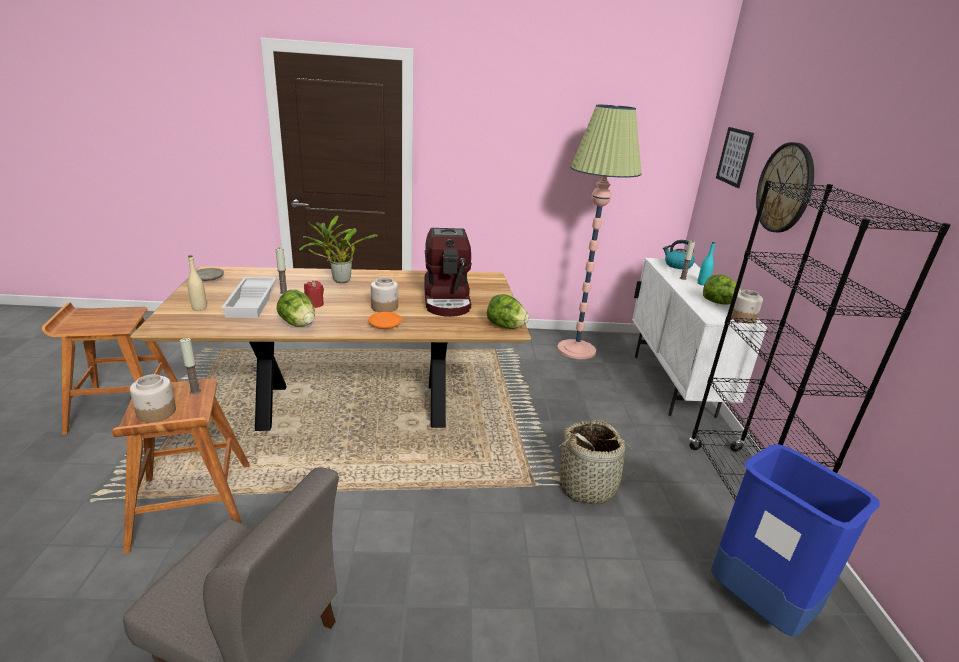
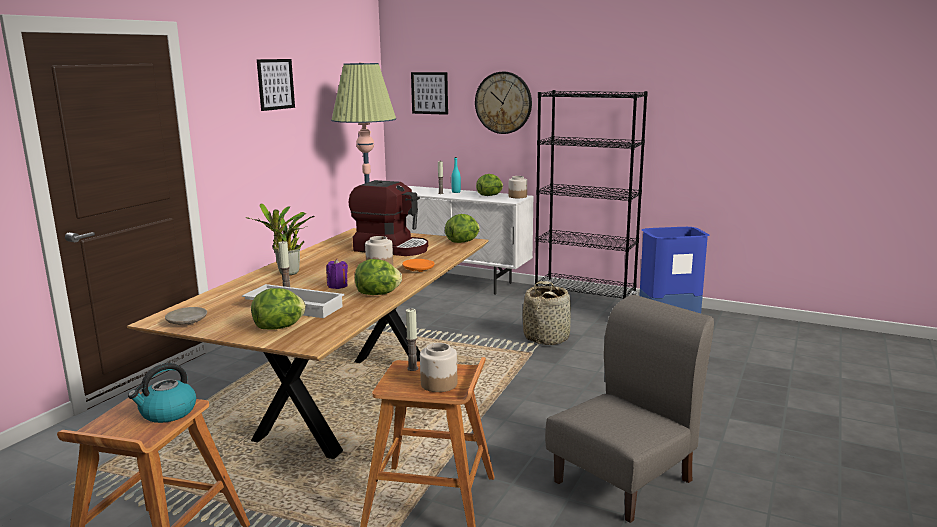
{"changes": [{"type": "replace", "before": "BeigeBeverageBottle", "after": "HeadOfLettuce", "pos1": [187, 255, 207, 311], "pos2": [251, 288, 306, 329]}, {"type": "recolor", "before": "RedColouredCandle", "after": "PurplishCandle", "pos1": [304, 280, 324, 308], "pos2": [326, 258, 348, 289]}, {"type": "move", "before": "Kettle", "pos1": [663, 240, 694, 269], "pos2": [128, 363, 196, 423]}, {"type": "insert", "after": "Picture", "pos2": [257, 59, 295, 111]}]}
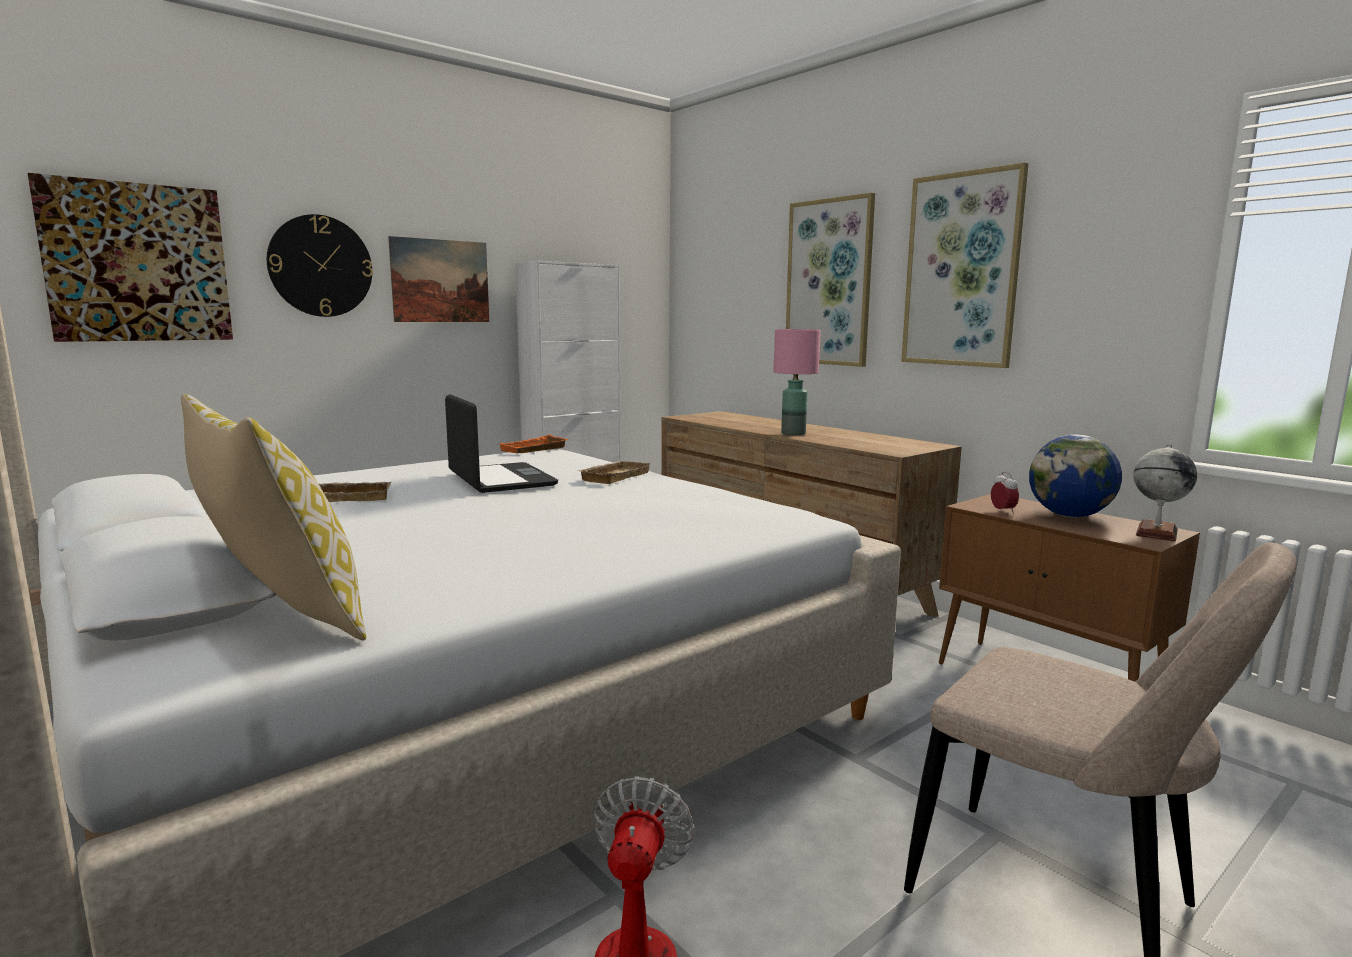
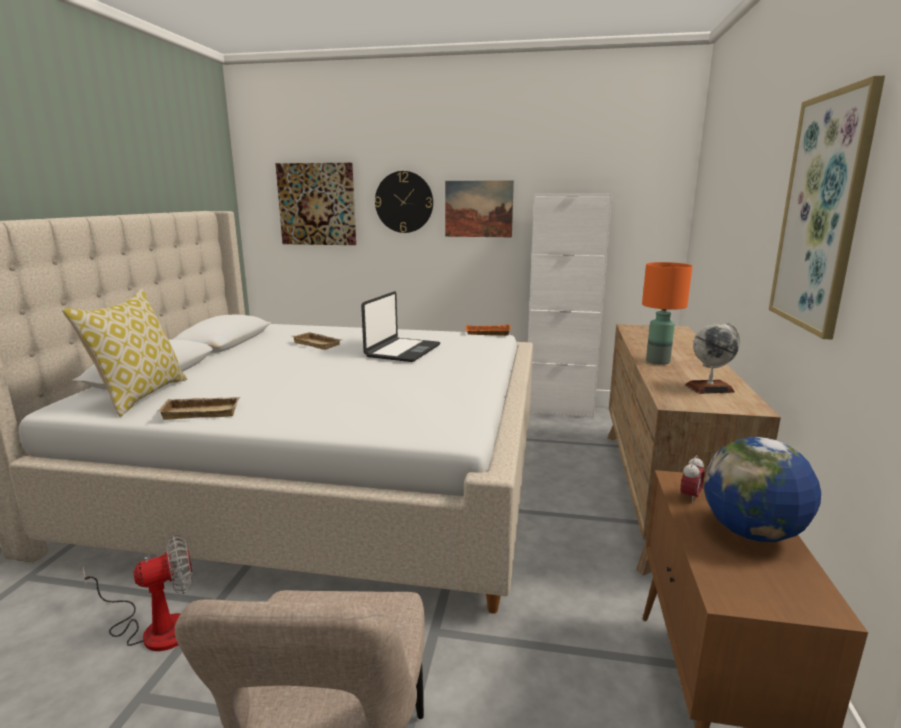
{"changes": [{"type": "move", "before": "BeigeCarryingTray", "pos1": [579, 461, 651, 484], "pos2": [157, 397, 240, 420]}, {"type": "recolor", "before": "PinkColouredTableLamp", "after": "OrangeyTableLamp", "pos1": [773, 329, 821, 435], "pos2": [642, 262, 693, 365]}, {"type": "delete", "before": "Picture", "pos1": [786, 193, 875, 367]}, {"type": "move", "before": "Globe", "pos1": [1134, 444, 1197, 541], "pos2": [685, 322, 740, 394]}]}
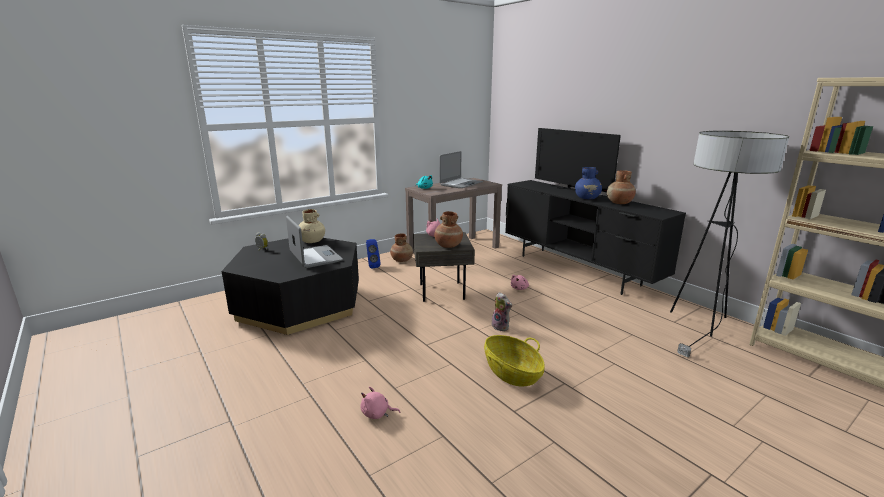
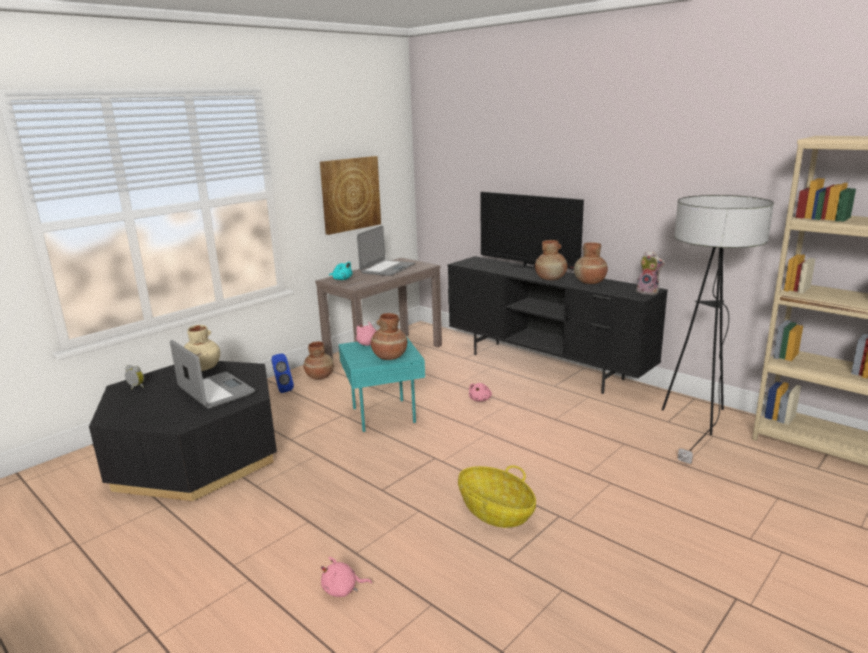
{"changes": [{"type": "recolor", "before": "GrayAccentTable", "after": "TurquoiseAccentTable", "pos1": [413, 232, 475, 302], "pos2": [339, 336, 425, 432]}, {"type": "move", "before": "PlushToy", "pos1": [492, 292, 512, 331], "pos2": [636, 251, 665, 295]}, {"type": "recolor", "before": "BlueFlowerVase", "after": "BrownColouredFlowerVase", "pos1": [575, 167, 602, 199], "pos2": [535, 240, 568, 280]}, {"type": "insert", "after": "Picture", "pos2": [320, 156, 381, 235]}]}
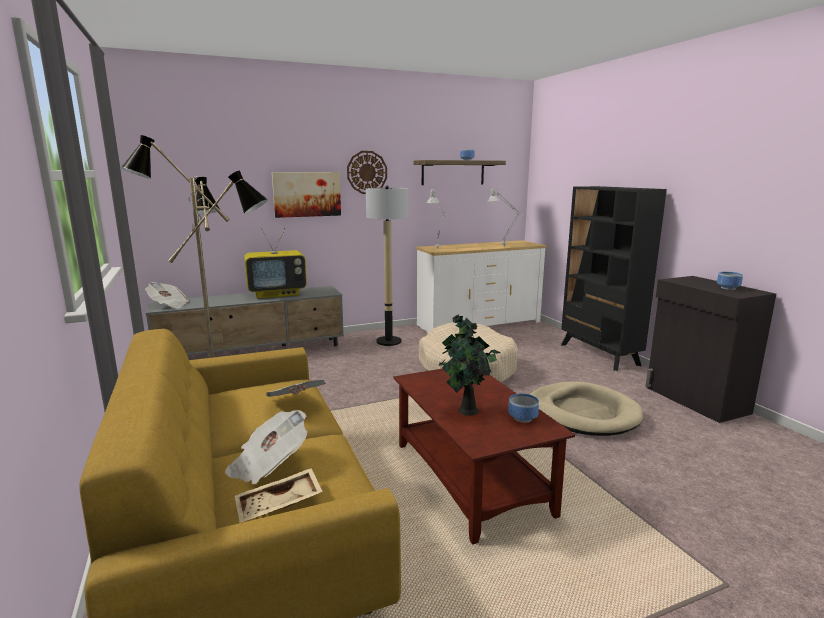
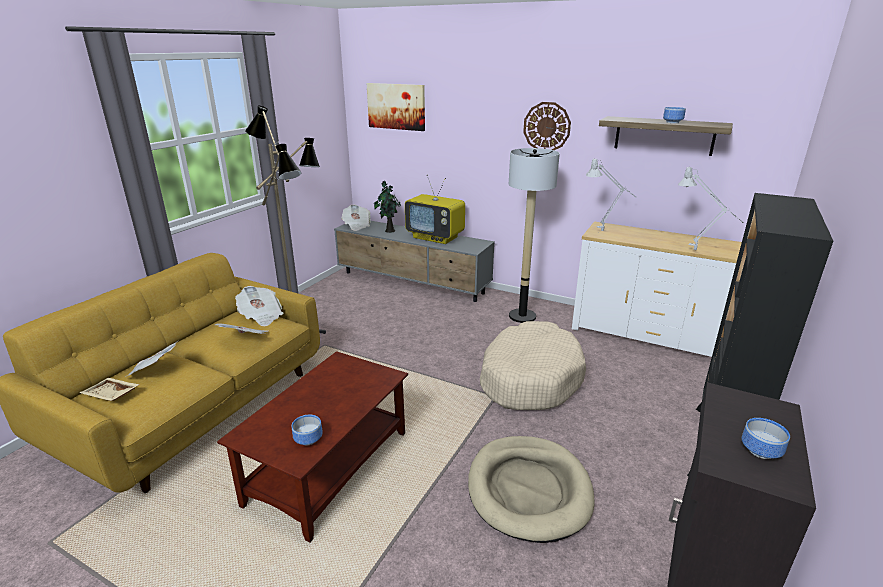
{"changes": [{"type": "move", "before": "Picture", "pos1": [272, 172, 341, 218], "pos2": [367, 83, 425, 131]}, {"type": "move", "before": "PottedPlant", "pos1": [439, 314, 501, 416], "pos2": [374, 181, 401, 233]}, {"type": "insert", "after": "Newspaper", "pos2": [235, 286, 284, 326]}]}
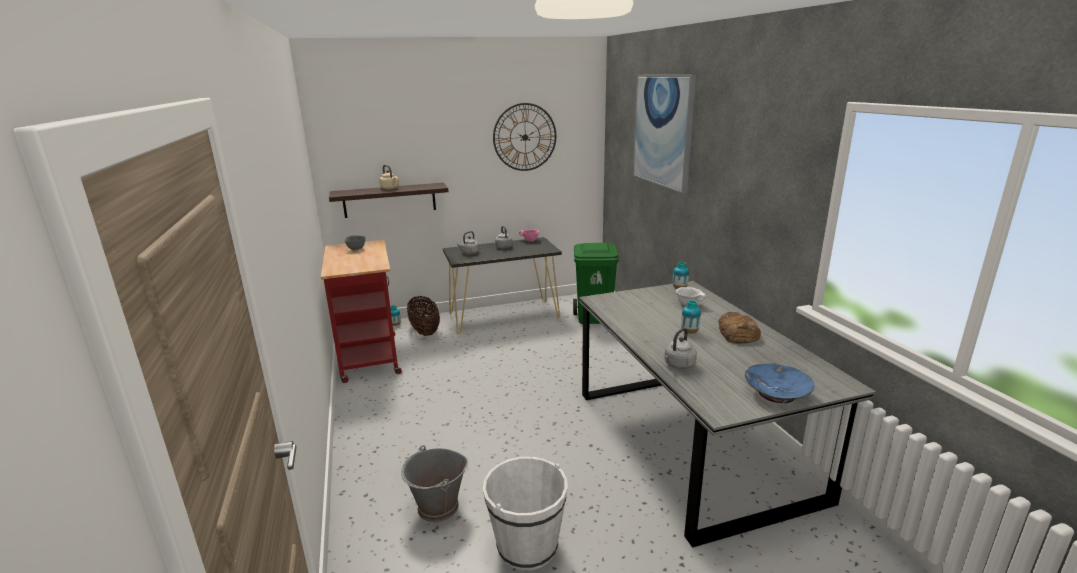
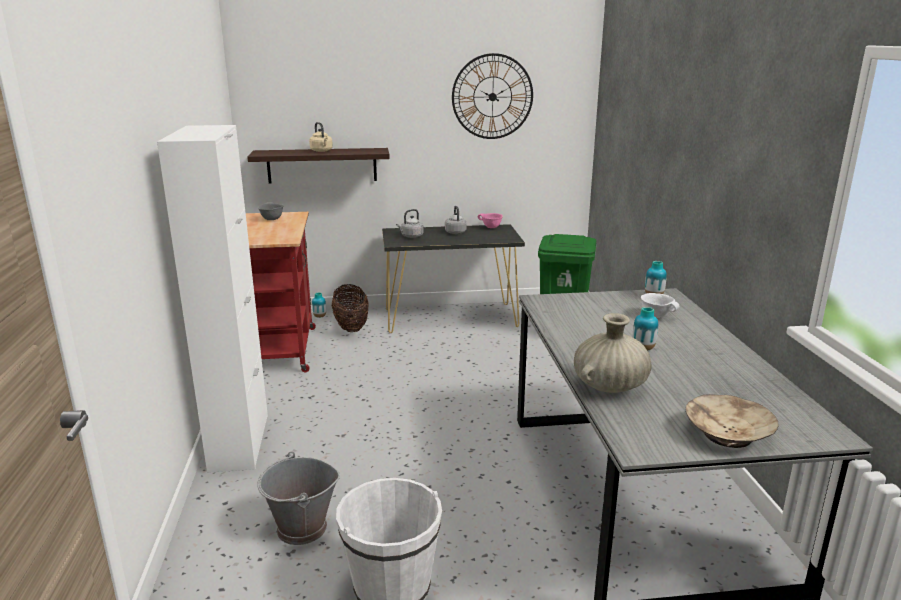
{"changes": [{"type": "delete", "before": "Picture", "pos1": [633, 75, 696, 194]}, {"type": "replace", "before": "GrayKettle", "after": "BeigeFlowerVase", "pos1": [664, 328, 697, 369], "pos2": [574, 313, 652, 393]}, {"type": "delete", "before": "BakeryBread", "pos1": [718, 312, 761, 343]}, {"type": "recolor", "before": "BlueServingBowl", "after": "BeigeServingBowl", "pos1": [745, 363, 815, 403], "pos2": [686, 394, 779, 448]}, {"type": "insert", "after": "WhitishCupboard", "pos2": [157, 125, 268, 473]}]}
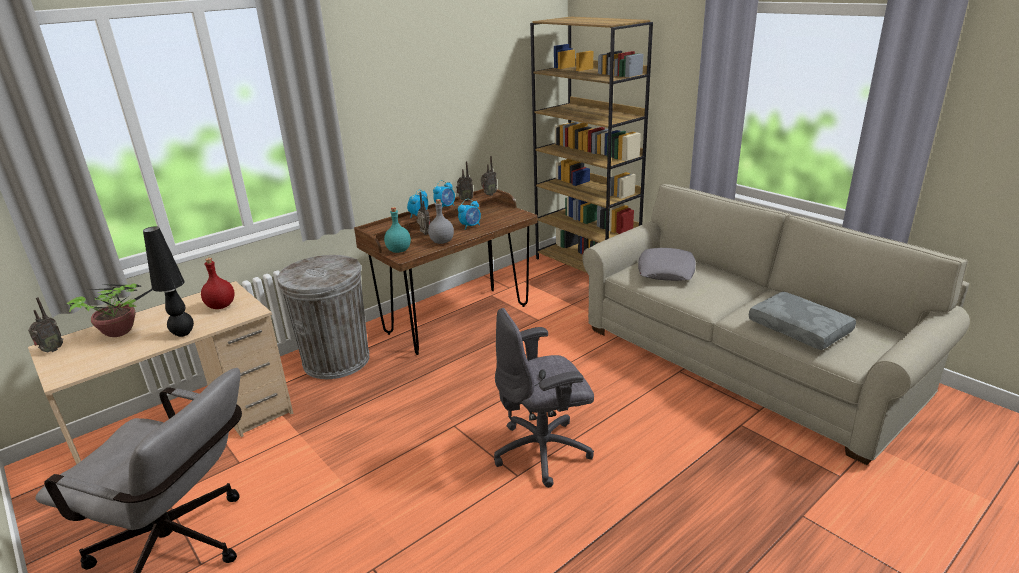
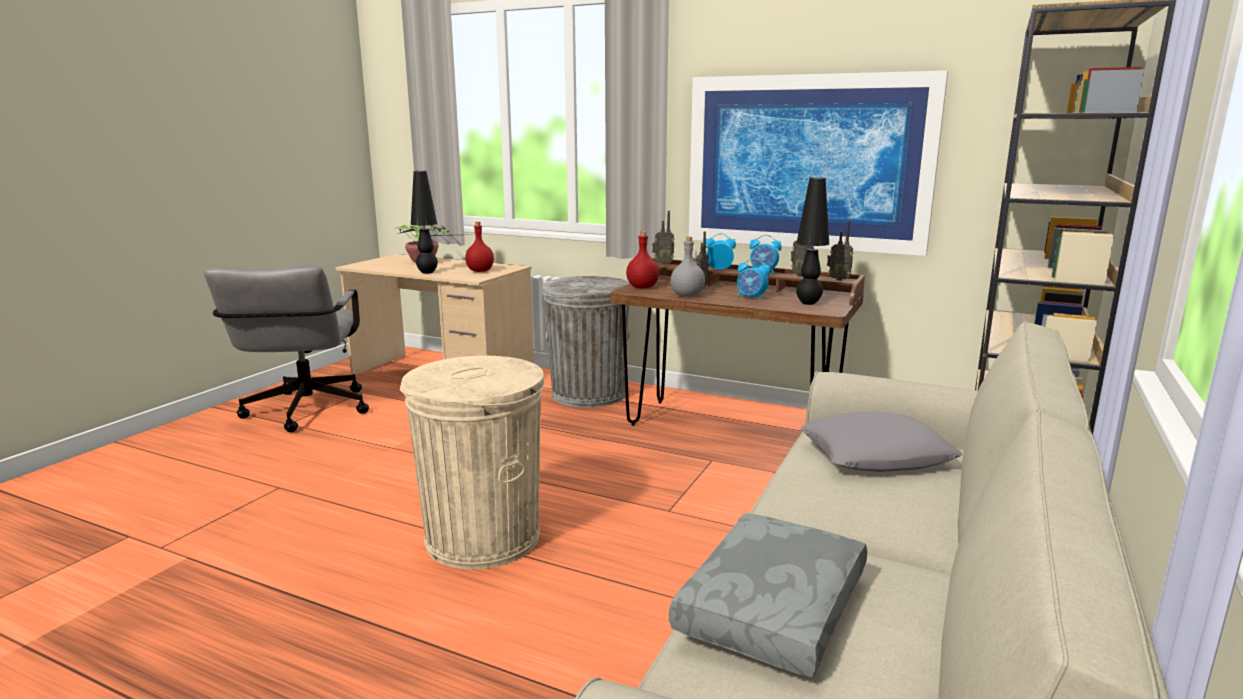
{"changes": [{"type": "move", "before": "RadioReceiver", "pos1": [28, 297, 63, 353], "pos2": [652, 211, 674, 265]}, {"type": "recolor", "before": "TurquoiseBeverageBottle", "after": "RedColouredBeverageBottle", "pos1": [384, 207, 411, 253], "pos2": [626, 231, 659, 288]}, {"type": "replace", "before": "GrayComputerChair", "after": "BeigeRubbishBin", "pos1": [494, 308, 594, 488], "pos2": [400, 356, 545, 569]}, {"type": "insert", "after": "Picture", "pos2": [689, 71, 948, 256]}, {"type": "insert", "after": "BlackColouredTableLamp", "pos2": [796, 177, 829, 305]}]}
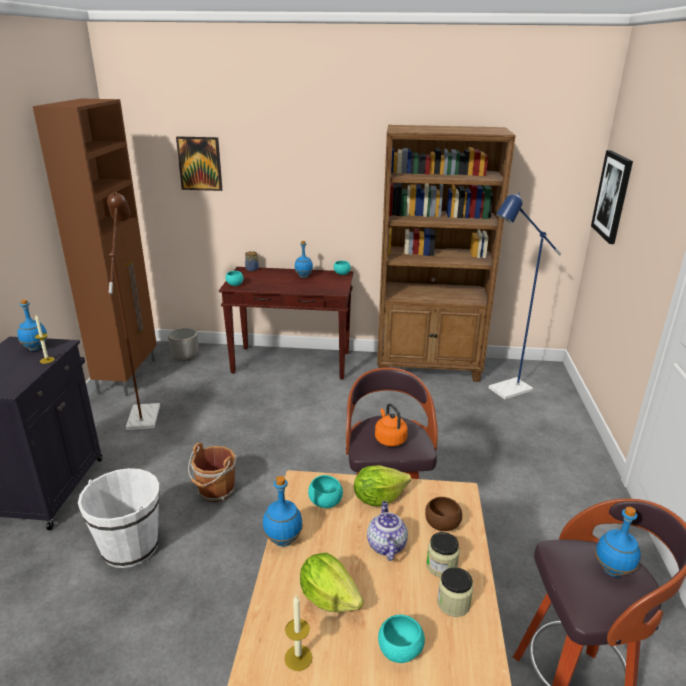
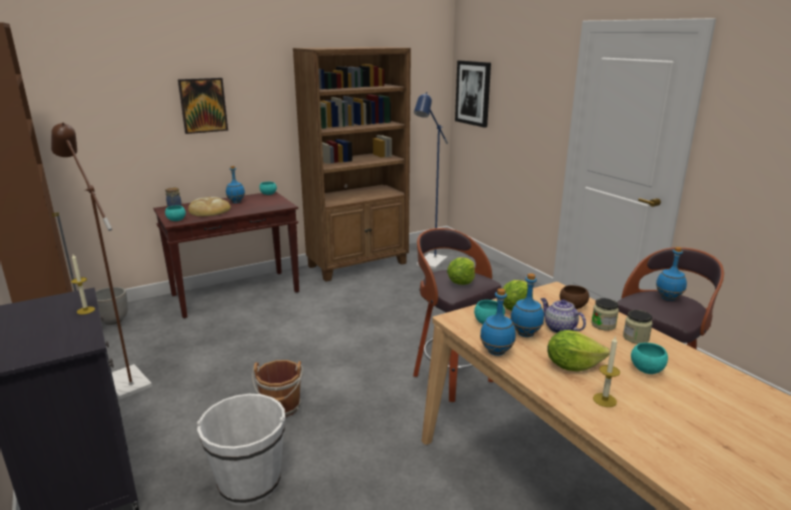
{"changes": [{"type": "move", "before": "BlueBeverageBottle", "pos1": [17, 299, 47, 351], "pos2": [510, 273, 544, 337]}, {"type": "move", "before": "Picture", "pos1": [176, 136, 222, 191], "pos2": [178, 78, 228, 134]}, {"type": "replace", "before": "OrangeyKettle", "after": "HeadOfLettuce", "pos1": [375, 403, 408, 447], "pos2": [447, 257, 475, 285]}, {"type": "insert", "after": "BakeryBread", "pos2": [188, 197, 231, 216]}]}
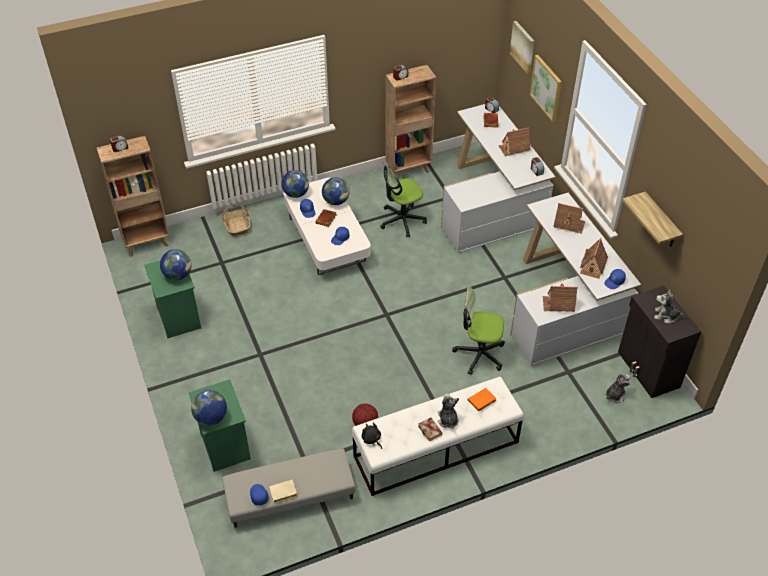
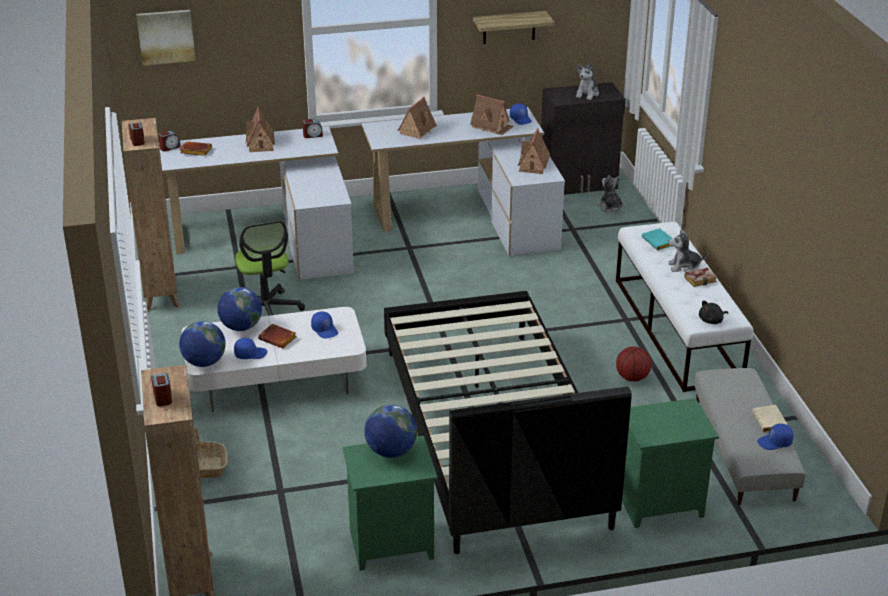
{"changes": [{"type": "delete", "before": "Globe", "pos1": [191, 390, 227, 426]}, {"type": "delete", "before": "ComputerChair", "pos1": [452, 286, 505, 375]}, {"type": "recolor", "before": "OrangeyBook", "after": "TurquoiseBook", "pos1": [468, 388, 497, 412], "pos2": [642, 228, 673, 250]}, {"type": "delete", "before": "Picture", "pos1": [530, 55, 562, 122]}, {"type": "insert", "after": "BlackColouredBed", "pos2": [384, 291, 632, 554]}]}
